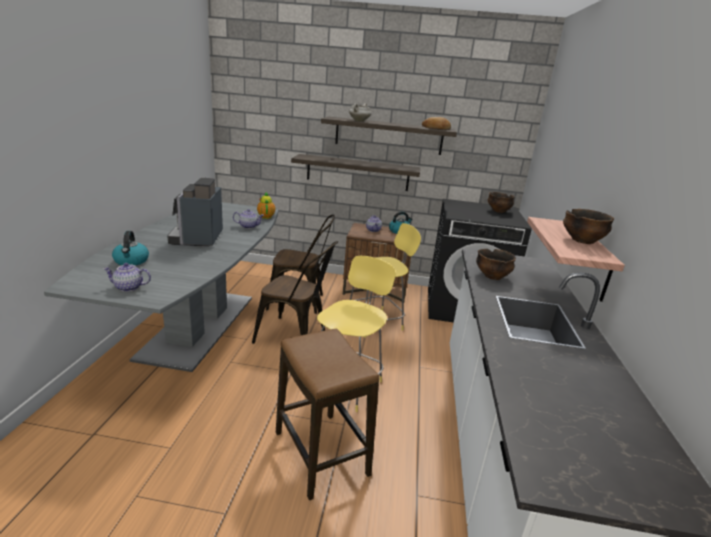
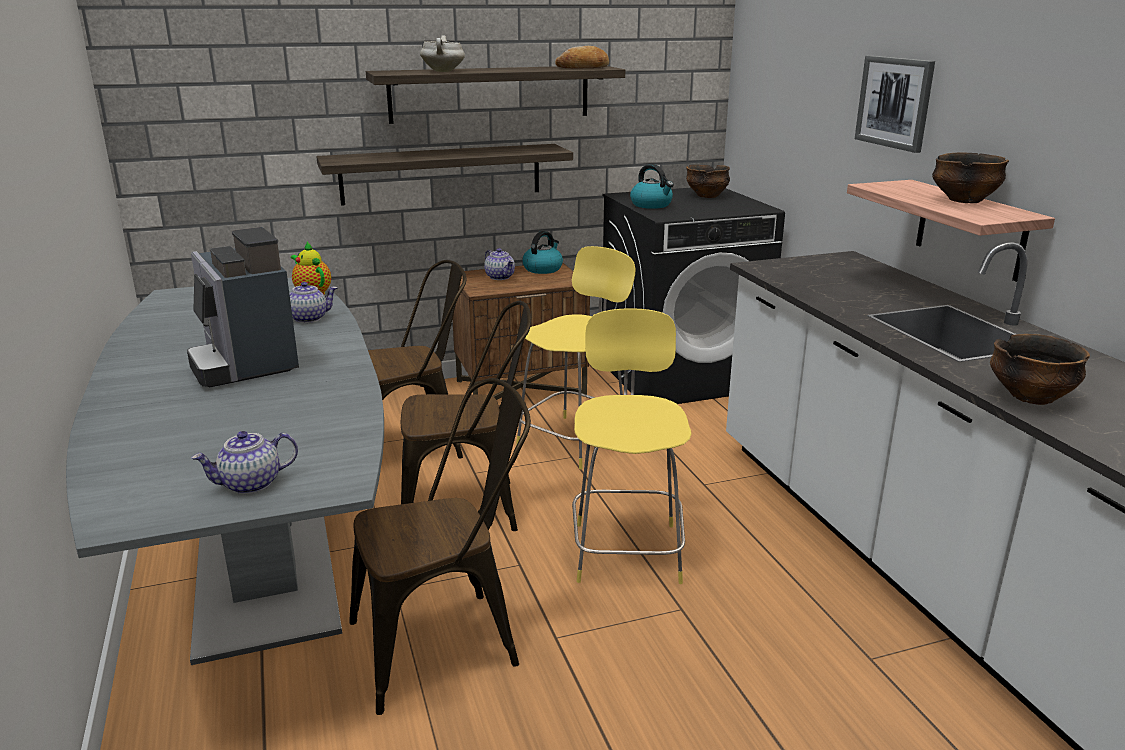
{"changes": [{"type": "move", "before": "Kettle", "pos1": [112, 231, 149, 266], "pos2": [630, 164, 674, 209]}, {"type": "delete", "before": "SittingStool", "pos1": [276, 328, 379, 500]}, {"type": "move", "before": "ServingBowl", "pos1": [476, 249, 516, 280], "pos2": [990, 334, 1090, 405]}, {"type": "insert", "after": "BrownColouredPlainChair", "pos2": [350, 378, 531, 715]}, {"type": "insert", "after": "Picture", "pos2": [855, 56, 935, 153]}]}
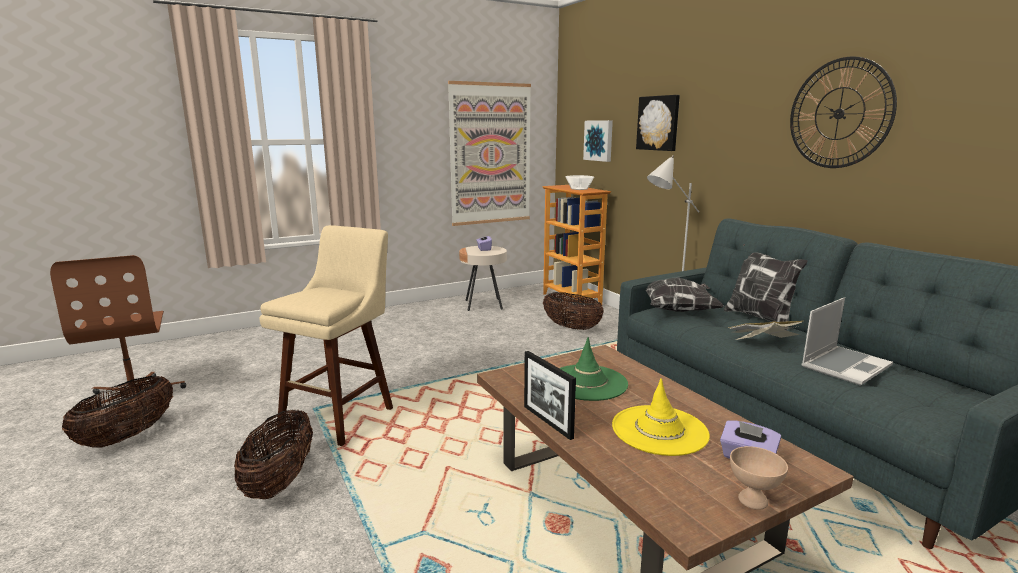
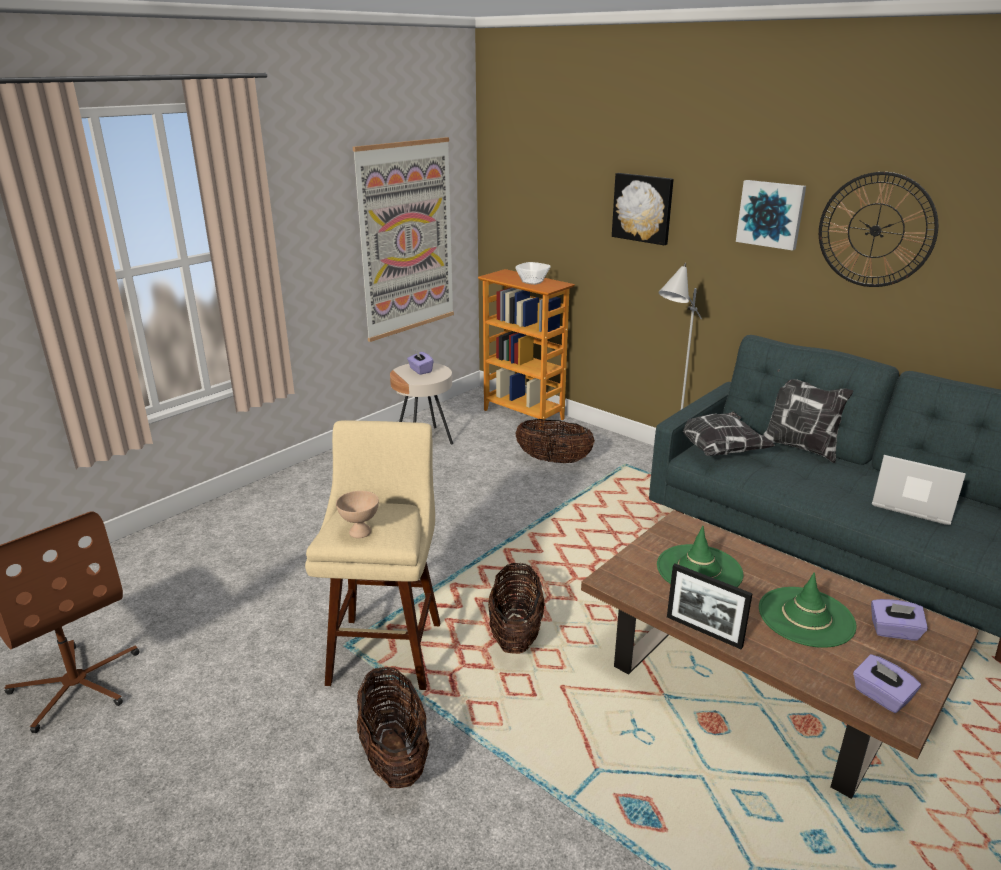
{"changes": [{"type": "move", "before": "HouseholdBasket", "pos1": [62, 376, 173, 448], "pos2": [488, 562, 545, 654]}, {"type": "move", "before": "Picture", "pos1": [583, 120, 613, 162], "pos2": [736, 180, 806, 251]}, {"type": "recolor", "before": "YellowColouredHat", "after": "GreenHat", "pos1": [612, 378, 710, 456], "pos2": [759, 572, 857, 648]}, {"type": "delete", "before": "Book", "pos1": [728, 321, 803, 340]}, {"type": "move", "before": "BeigeServingBowl", "pos1": [730, 446, 788, 510], "pos2": [336, 491, 379, 538]}, {"type": "rotate", "before": "Laptop", "pos1": [802, 297, 893, 386], "pos2": [872, 455, 966, 525], "turn": -90}, {"type": "insert", "after": "PurplishTissueBox", "pos2": [853, 654, 921, 713]}]}
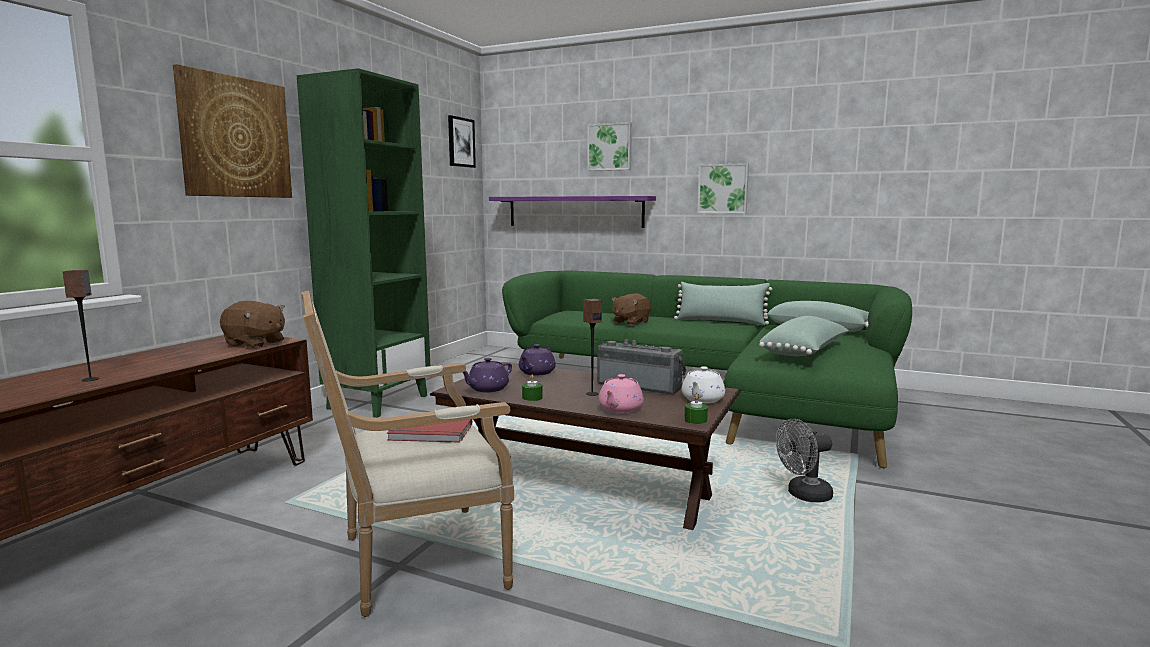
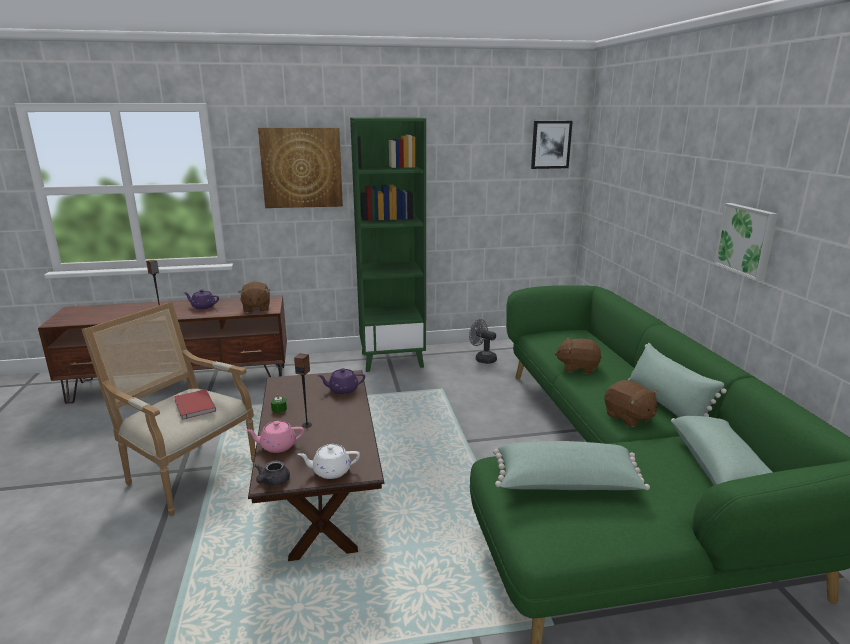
{"changes": [{"type": "move", "before": "PurplishTeapot", "pos1": [462, 358, 512, 392], "pos2": [184, 289, 219, 309]}, {"type": "delete", "before": "PurplishBracketShelf", "pos1": [489, 196, 656, 228]}, {"type": "delete", "before": "Picture", "pos1": [587, 122, 632, 171]}, {"type": "delete", "before": "RadioReceiver", "pos1": [597, 339, 686, 395]}, {"type": "replace", "before": "GreenCandle", "after": "GrayTeapot", "pos1": [684, 394, 708, 424], "pos2": [255, 461, 290, 486]}, {"type": "move", "before": "GrayFan", "pos1": [776, 419, 833, 502], "pos2": [469, 319, 497, 364]}, {"type": "insert", "after": "BrownColouredPlushToy", "pos2": [604, 380, 658, 427]}]}
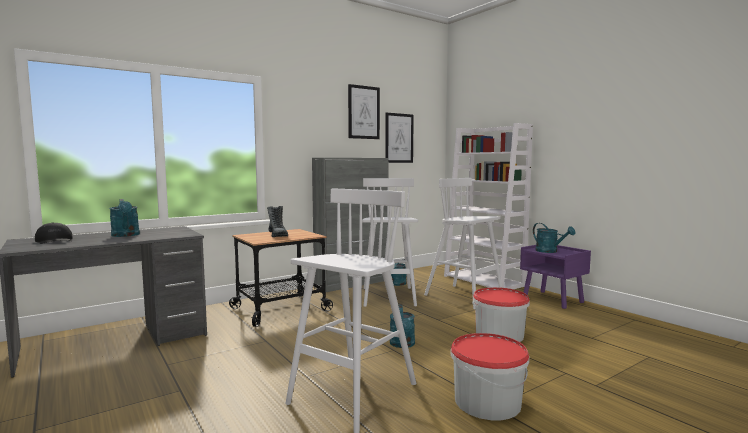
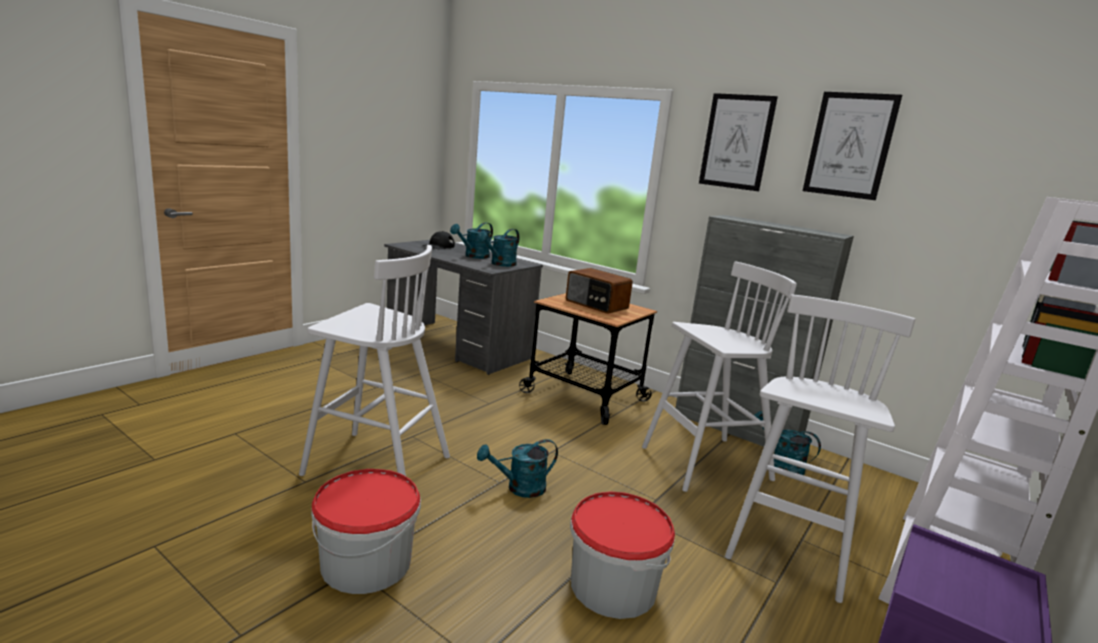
{"changes": [{"type": "replace", "before": "Boot", "after": "RadioReceiver", "pos1": [267, 206, 288, 237], "pos2": [566, 268, 633, 314]}, {"type": "move", "before": "Picture", "pos1": [385, 113, 414, 163], "pos2": [699, 93, 778, 191]}, {"type": "move", "before": "TurquoiseWateringCan", "pos1": [533, 223, 575, 253], "pos2": [477, 229, 520, 267]}]}
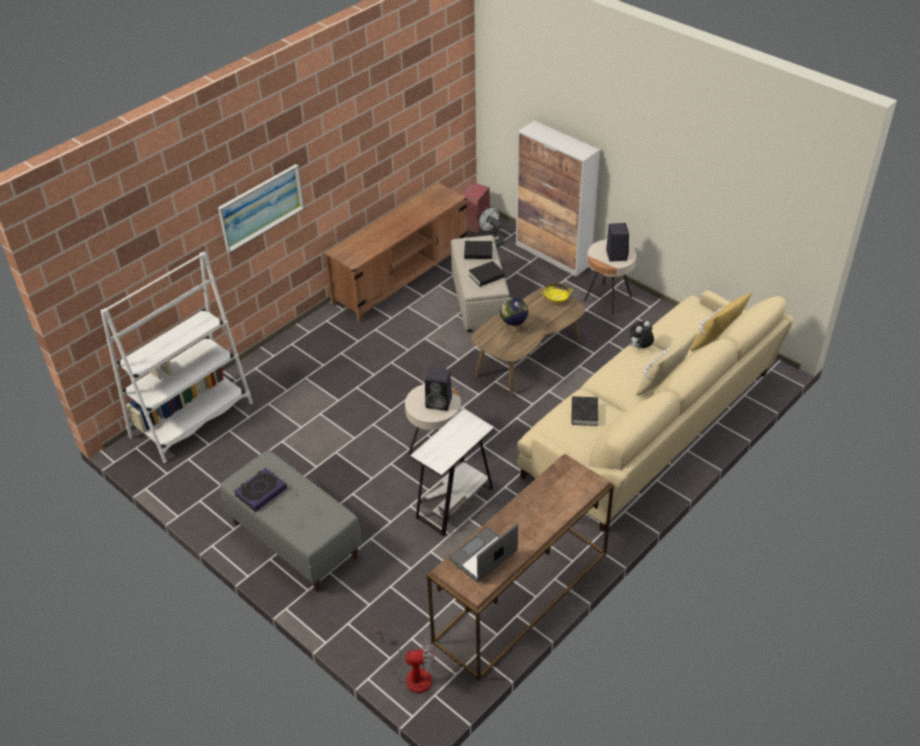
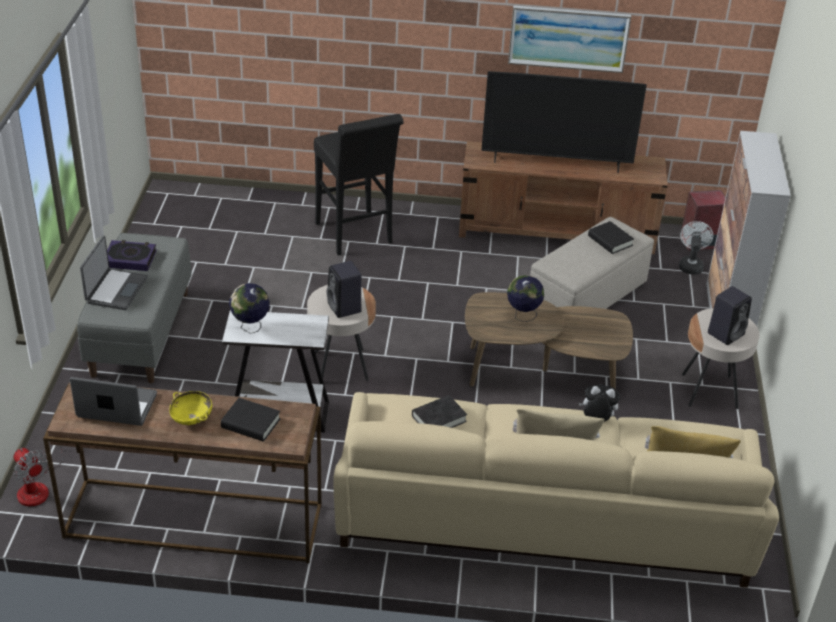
{"changes": [{"type": "delete", "before": "WhitishBookcase", "pos1": [100, 252, 253, 463]}, {"type": "move", "before": "Picture", "pos1": [218, 164, 305, 253], "pos2": [508, 5, 631, 73]}, {"type": "move", "before": "BlackColouredBook", "pos1": [469, 261, 505, 287], "pos2": [221, 398, 280, 441]}, {"type": "move", "before": "YellowColouredServingBowl", "pos1": [541, 283, 573, 303], "pos2": [169, 391, 212, 425]}, {"type": "insert", "after": "Laptop", "pos2": [80, 235, 148, 310]}, {"type": "insert", "after": "Globe", "pos2": [229, 283, 270, 334]}, {"type": "insert", "after": "BlackColouredSittingStool", "pos2": [314, 114, 404, 255]}, {"type": "insert", "after": "TvSet", "pos2": [481, 71, 647, 173]}]}
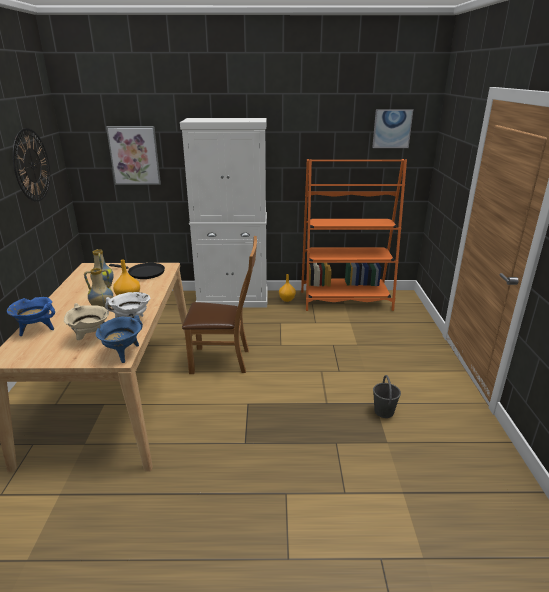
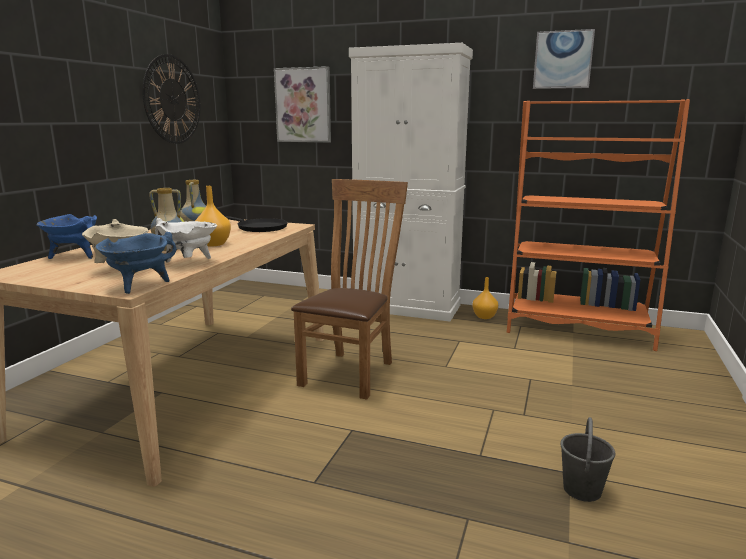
{"changes": [{"type": "rotate", "before": "BrownColouredPlainChair", "pos1": [182, 236, 257, 374], "pos2": [291, 179, 408, 400], "turn": -90}, {"type": "move", "before": "Picture", "pos1": [372, 109, 413, 148], "pos2": [533, 29, 595, 89]}]}
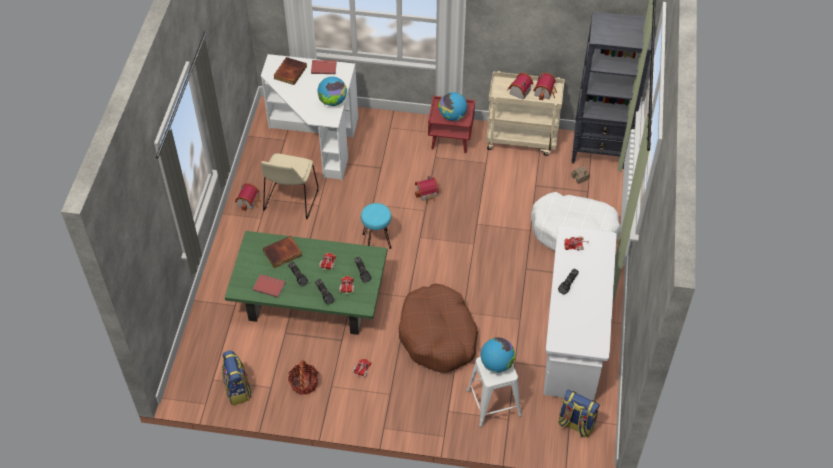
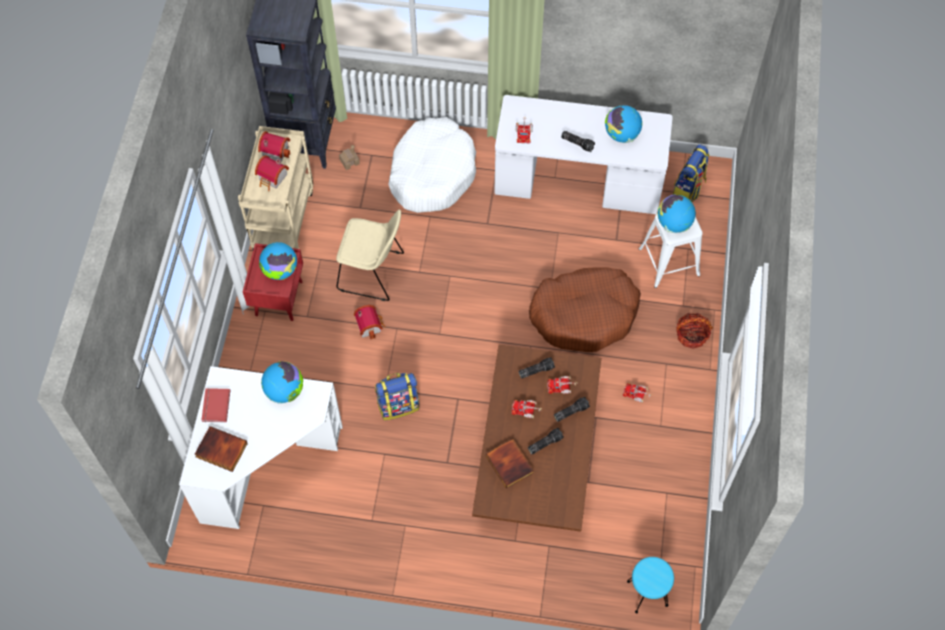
{"changes": [{"type": "move", "before": "Knapsack", "pos1": [222, 350, 252, 405], "pos2": [375, 373, 419, 421]}, {"type": "recolor", "before": "GreenCoffeeTable", "after": "BrownColouredCoffeeTable", "pos1": [225, 231, 387, 335], "pos2": [472, 344, 601, 532]}, {"type": "delete", "before": "ToyHouse", "pos1": [235, 183, 261, 211]}, {"type": "delete", "before": "RedColouredBook", "pos1": [253, 274, 285, 298]}, {"type": "move", "before": "BeigePlainChair", "pos1": [261, 153, 319, 219], "pos2": [336, 210, 404, 301]}, {"type": "move", "before": "HouseholdBasket", "pos1": [288, 360, 319, 395], "pos2": [676, 313, 713, 349]}, {"type": "move", "before": "TurquoiseSittingStool", "pos1": [361, 203, 391, 249], "pos2": [627, 557, 674, 613]}, {"type": "insert", "after": "Globe", "pos2": [605, 105, 642, 143]}]}
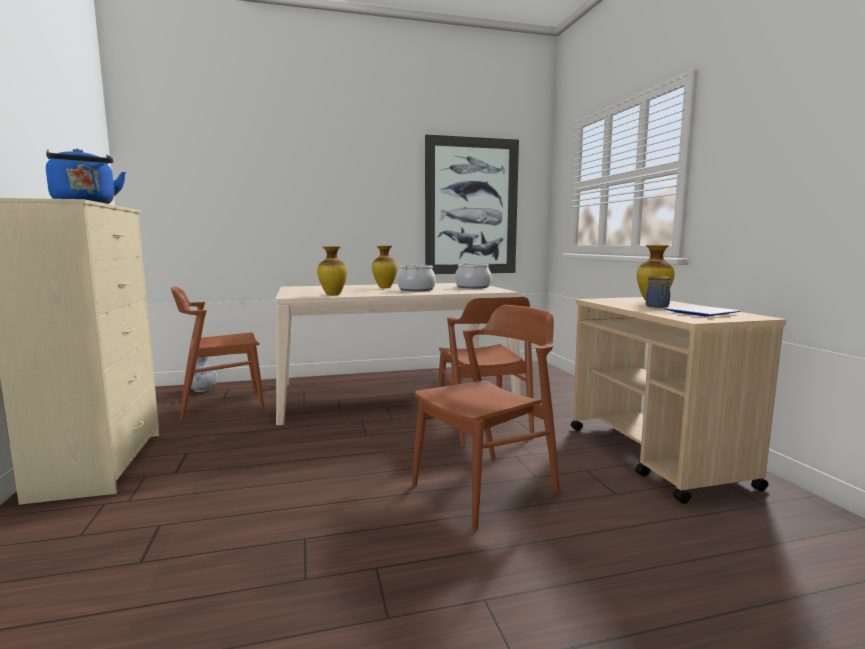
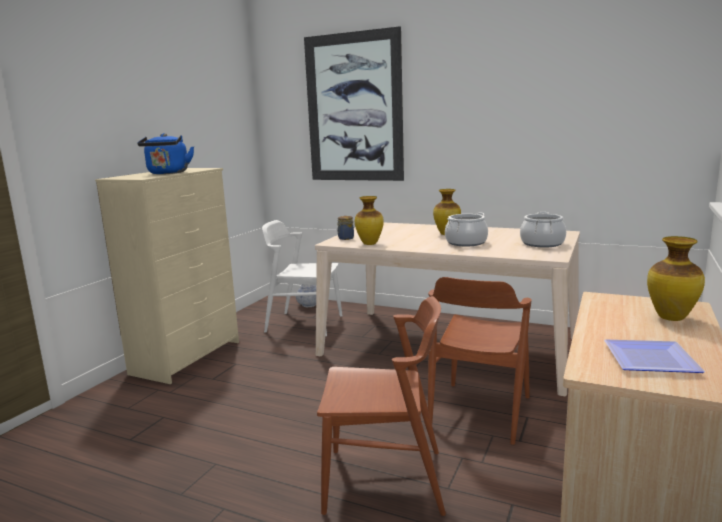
{"changes": [{"type": "recolor", "before": "BrownColouredPlainChair", "after": "WhitishPlainChair", "pos1": [170, 287, 264, 420], "pos2": [262, 220, 342, 336]}, {"type": "move", "before": "Picture", "pos1": [425, 135, 519, 274], "pos2": [304, 26, 404, 181]}, {"type": "move", "before": "Jar", "pos1": [646, 276, 671, 308], "pos2": [337, 216, 354, 240]}]}
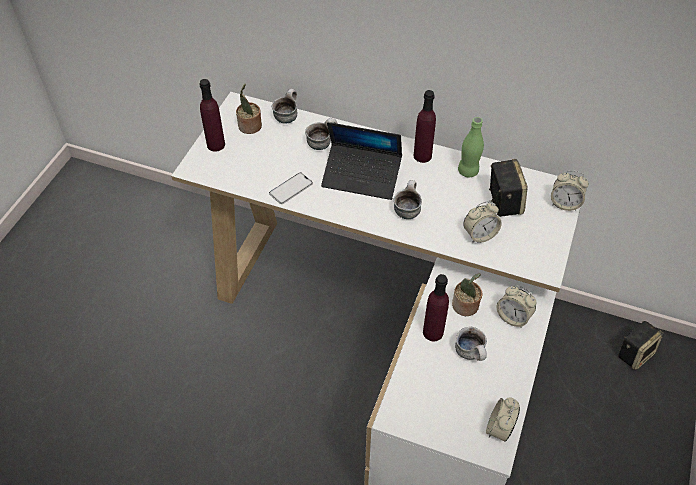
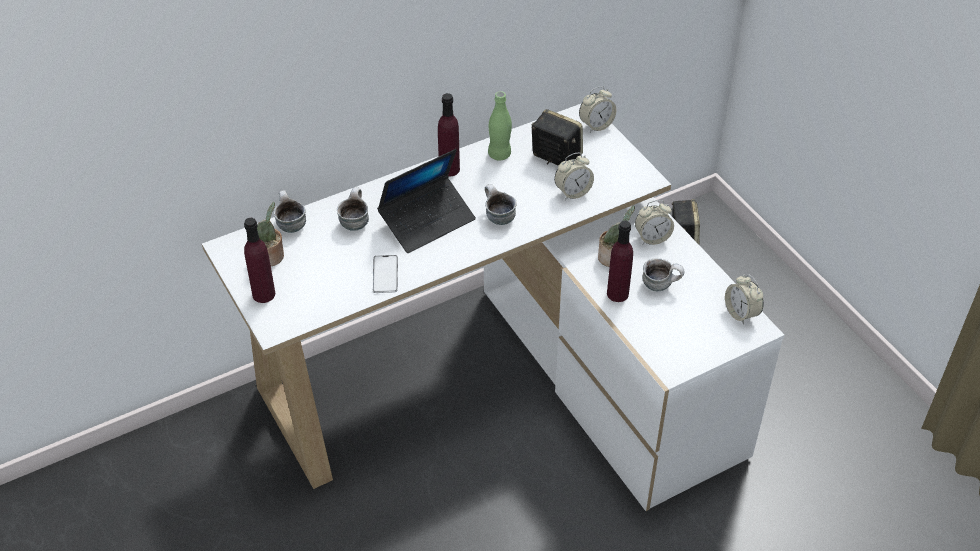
{"changes": [{"type": "rotate", "before": "TableClock", "pos1": [463, 201, 502, 243], "pos2": [554, 153, 594, 200], "turn": 45}]}
